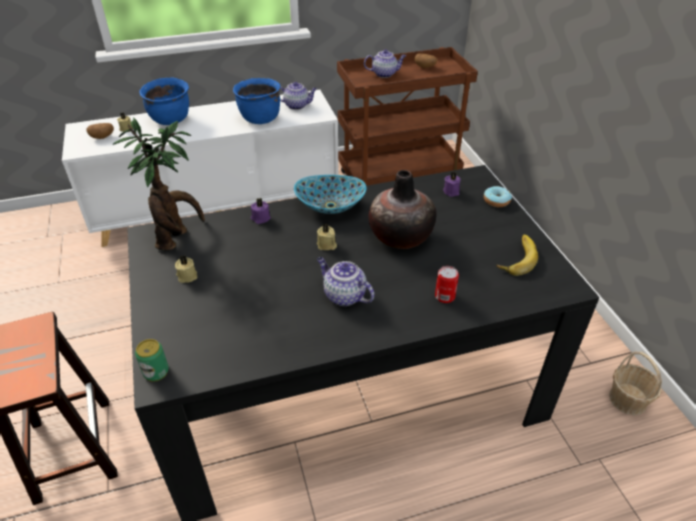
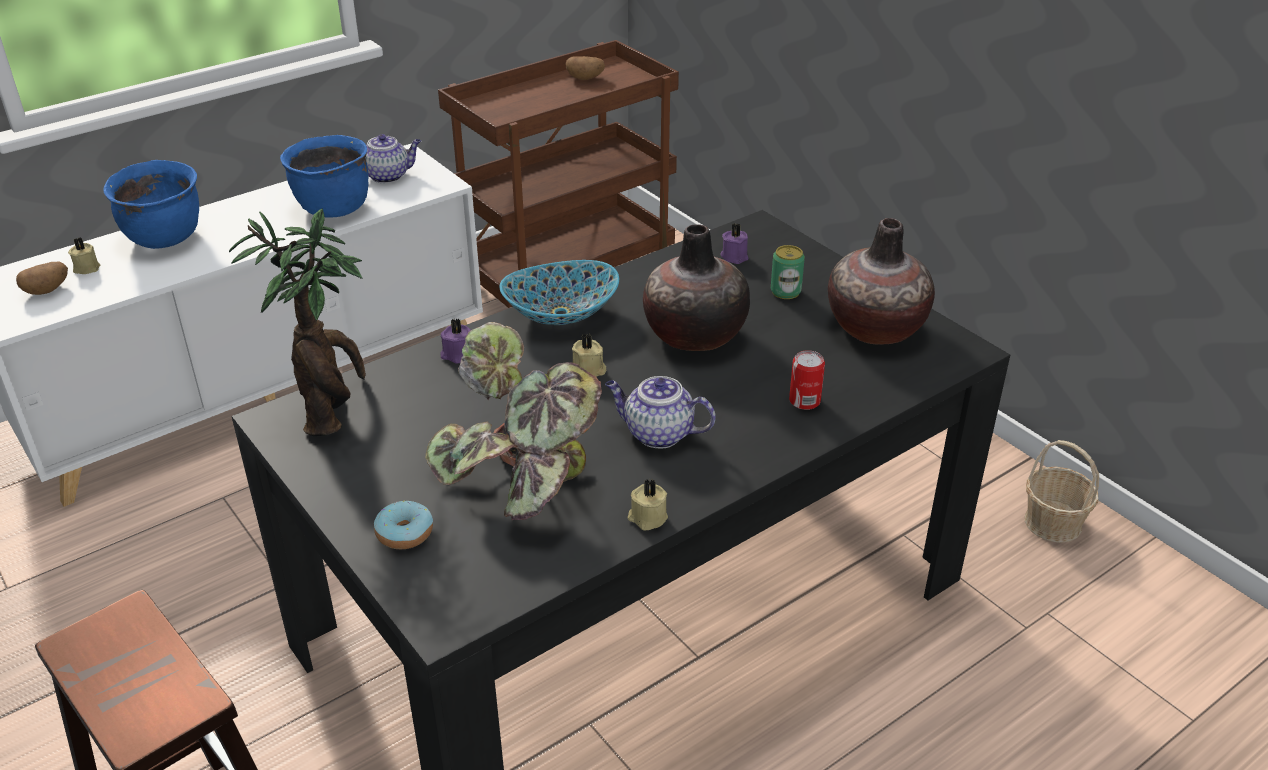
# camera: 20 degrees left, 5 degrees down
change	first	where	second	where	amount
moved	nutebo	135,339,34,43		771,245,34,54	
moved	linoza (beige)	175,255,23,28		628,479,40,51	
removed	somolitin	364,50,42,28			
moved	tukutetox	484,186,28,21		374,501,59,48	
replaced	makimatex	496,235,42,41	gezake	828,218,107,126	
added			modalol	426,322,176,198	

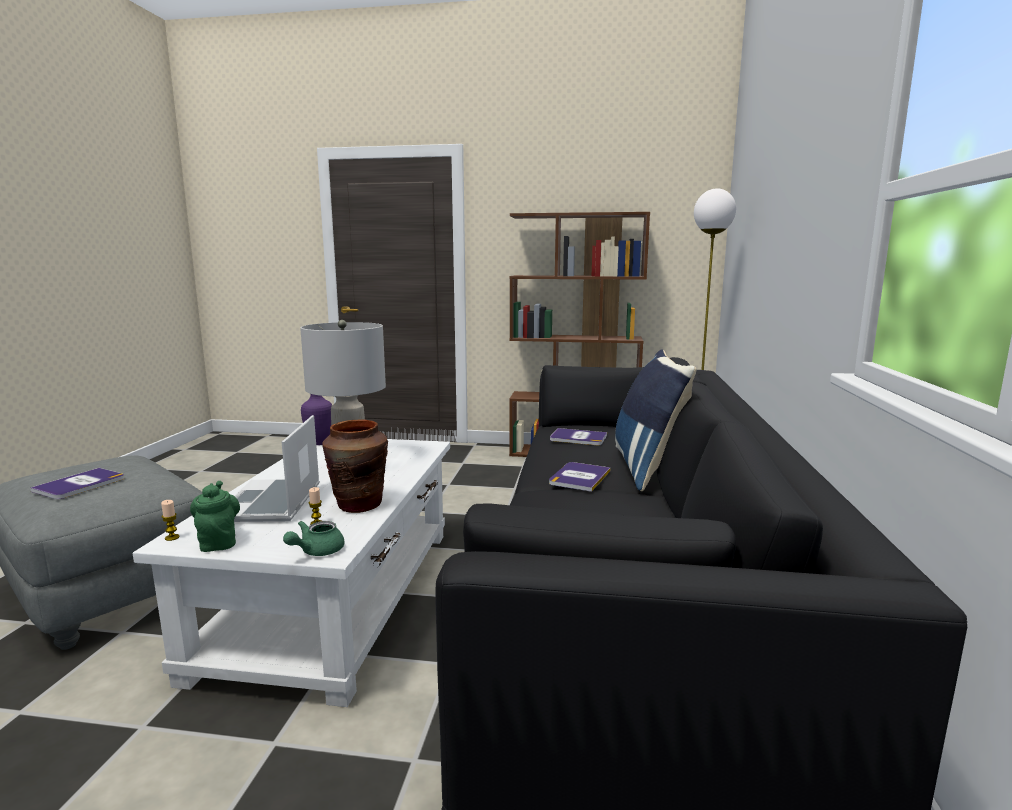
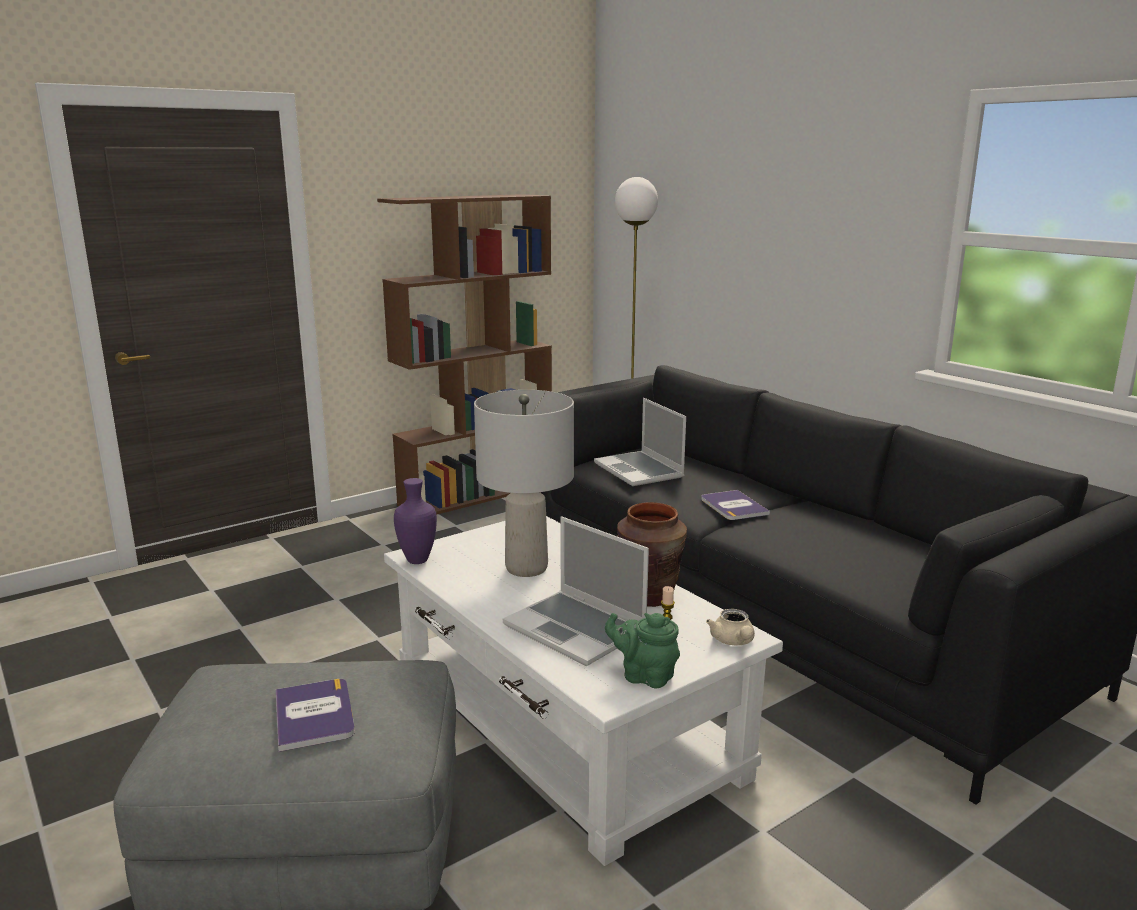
# camera: 45 degrees left, 5 degrees up
change	first	where	second	where	amount
removed	linoza	161,500,19,41			
recoloured	somolitin (green)	283,521,61,35	somolitin (beige)	706,609,49,36	
replaced	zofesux	550,428,57,17	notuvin	594,398,92,88	
removed	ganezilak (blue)	615,349,81,142			

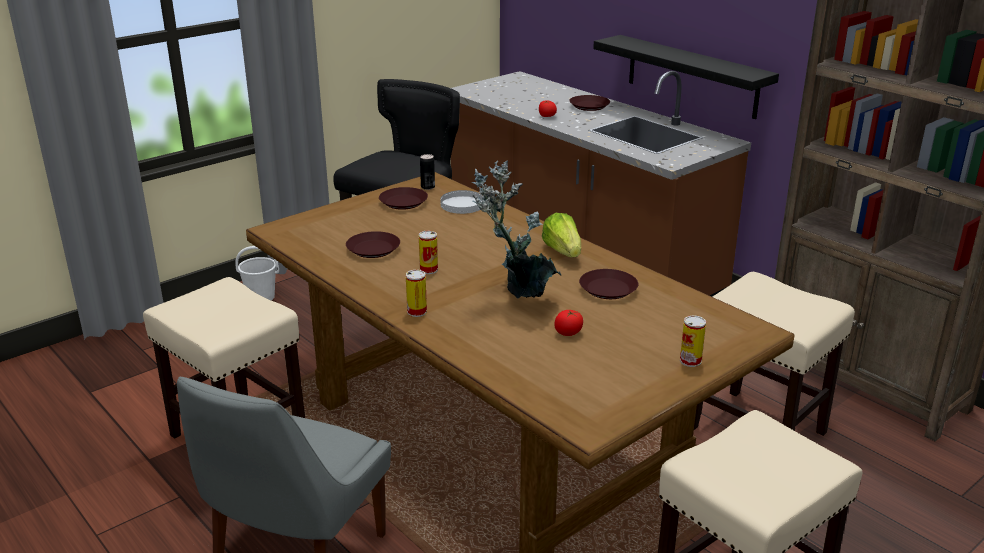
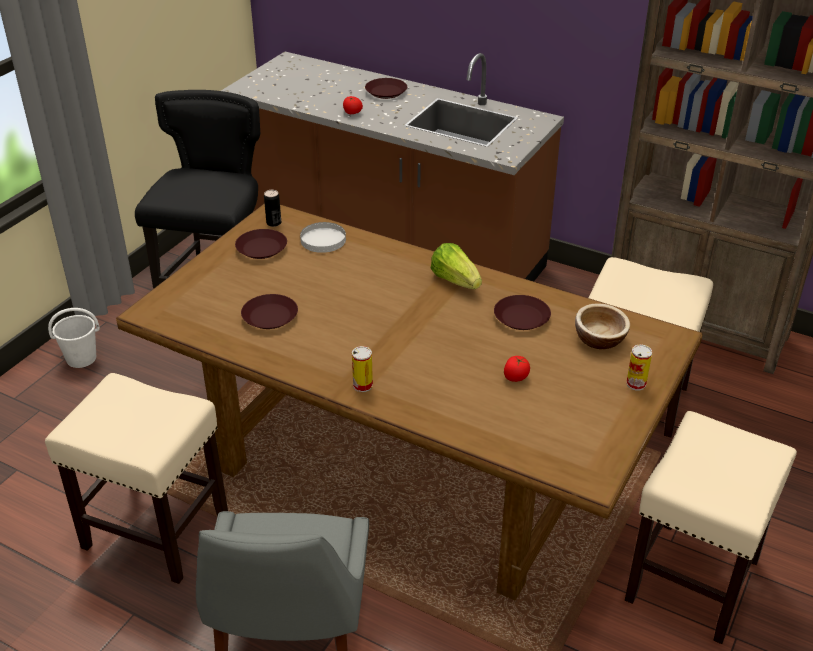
# camera: 20 degrees left, 10 degrees up
change	first	where	second	where	amount
removed	nutebo	419,230,19,44			
removed	modalol	472,160,89,139			
removed	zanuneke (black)	593,35,186,84			
added			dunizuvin	575,303,55,46	

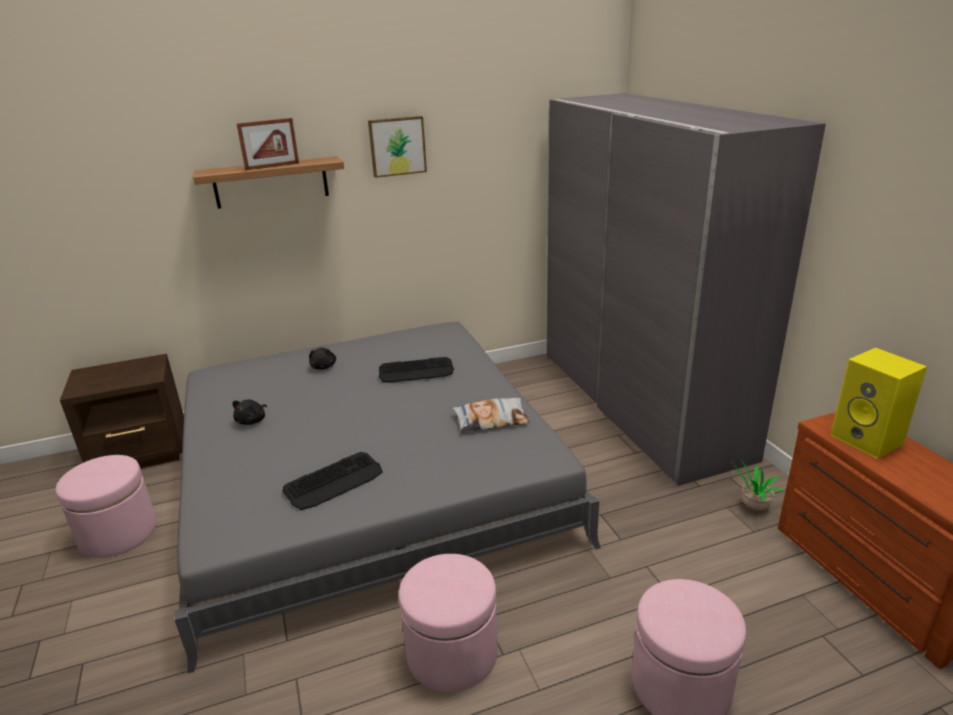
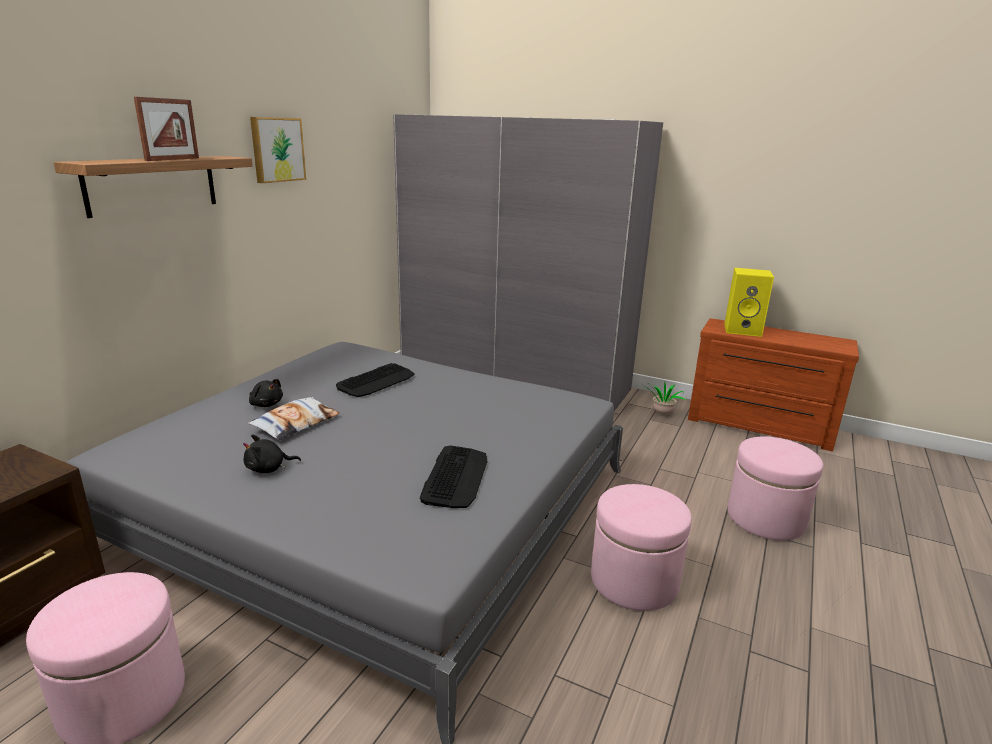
# camera: 45 degrees left, 5 degrees down
change	first	where	second	where	amount
turned	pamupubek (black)	233,399,34,26		243,435,58,38	90 degrees clockwise
moved	ganezilak	453,398,76,34		248,397,92,43	

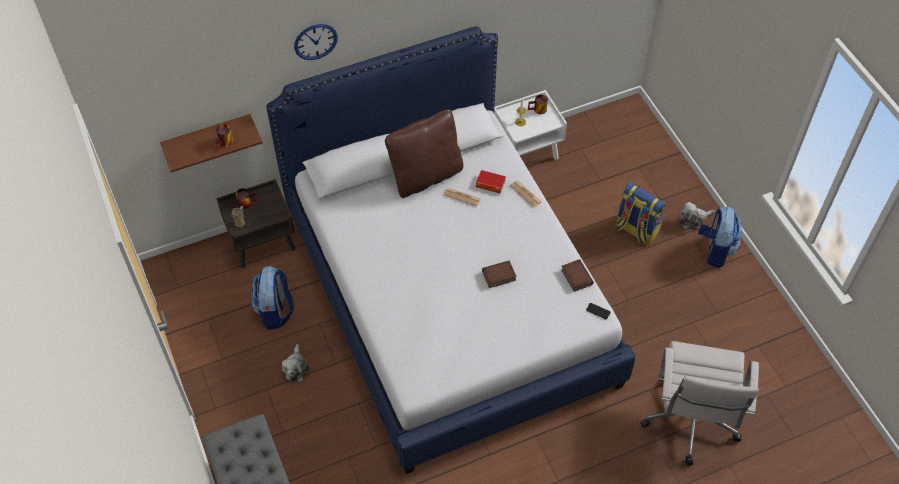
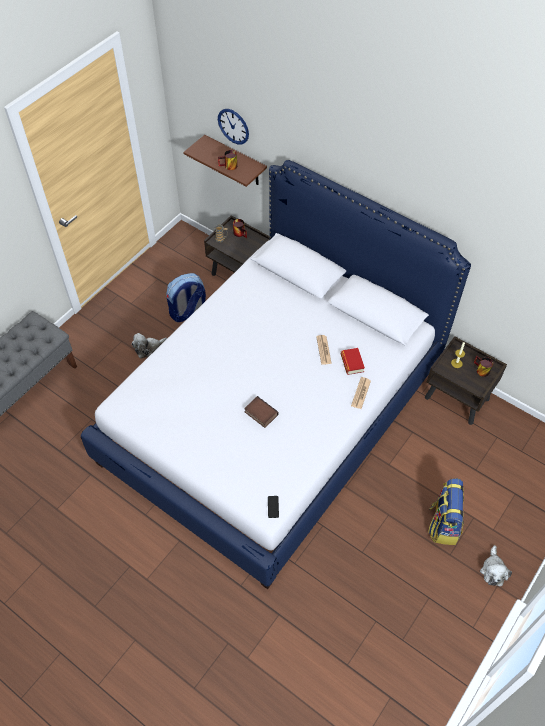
# camera: 60 degrees right, 0 degrees up
change	first	where	second	where	amount
moved	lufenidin	294,24,44,36		218,109,31,35	
removed	ganezilak (brown)	385,109,78,89			
recoloured	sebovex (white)	494,90,73,70	sebovex (brown)	425,336,82,89	
removed	zofesux	561,259,32,33			
removed	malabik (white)	640,341,119,125			
turned	pamupubek	679,202,36,28		480,545,32,41	120 degrees counterclockwise
removed	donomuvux	698,207,44,61			

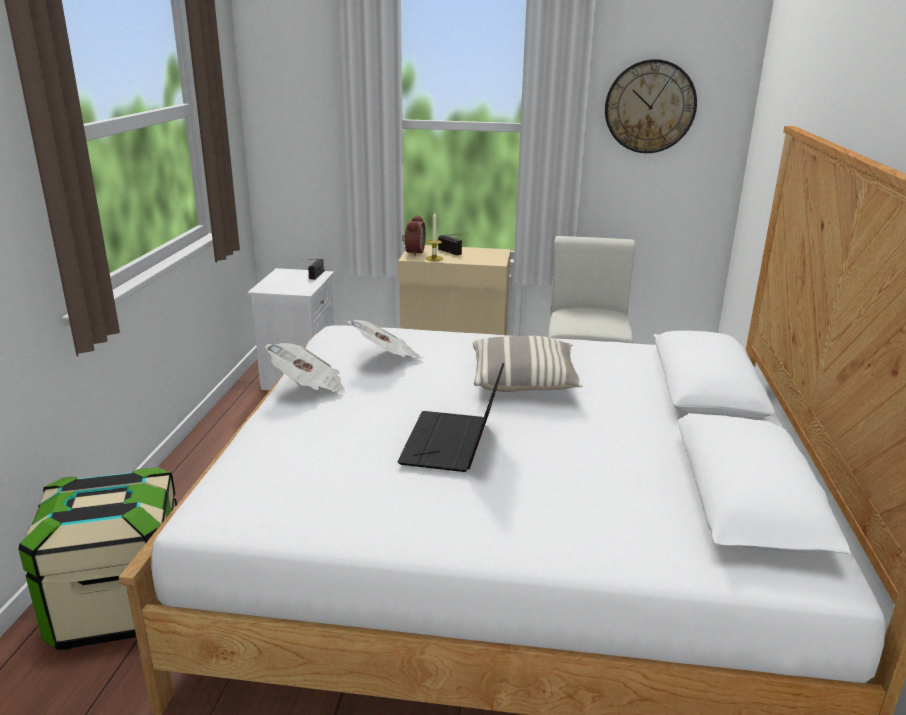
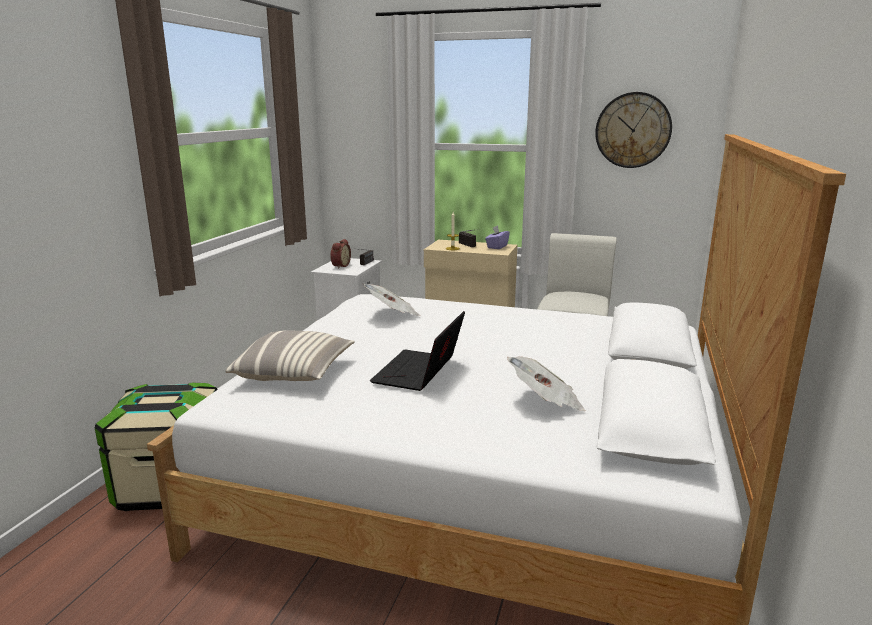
# camera: 10 degrees right, 5 degrees down
change	first	where	second	where	amount
moved	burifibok	265,343,80,50		507,356,79,55	
moved	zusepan	402,215,24,41		330,239,21,30	
moved	ganezilak	473,336,110,56		225,331,130,50	
added			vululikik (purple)	485,225,25,24	

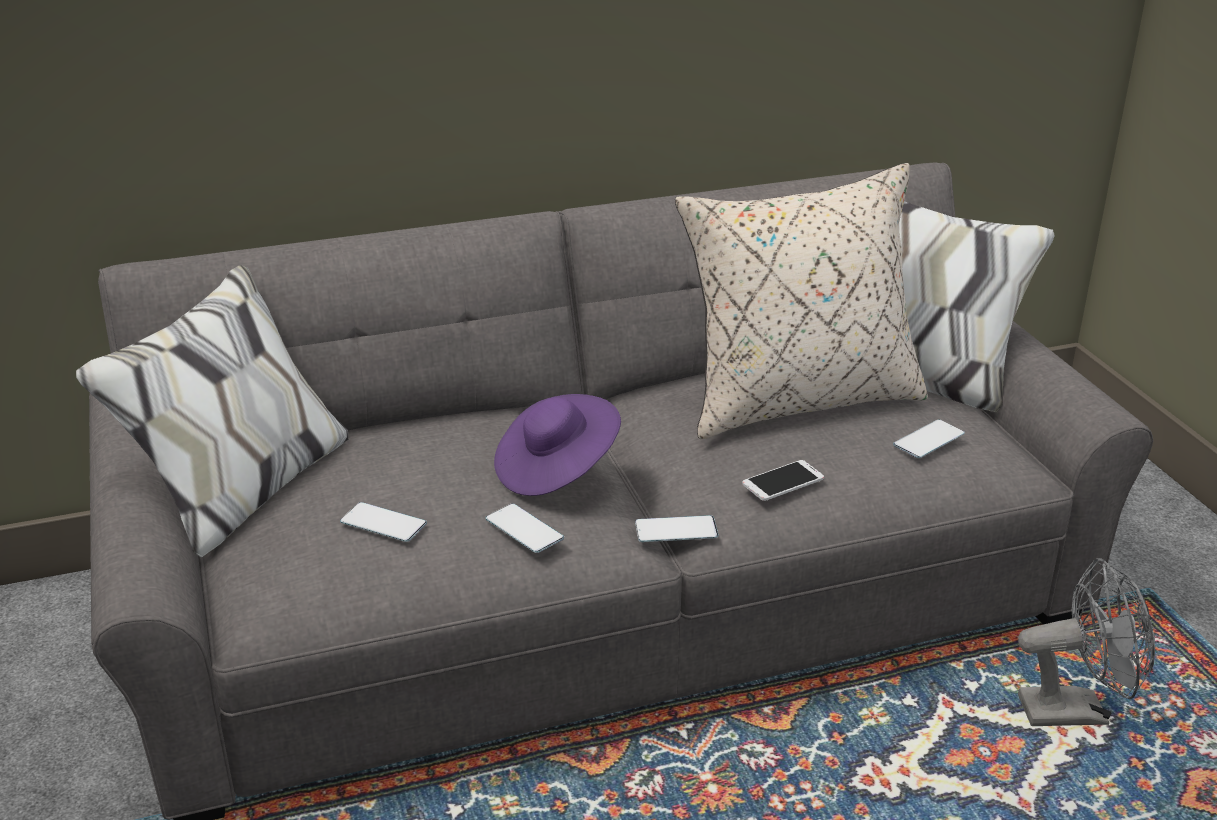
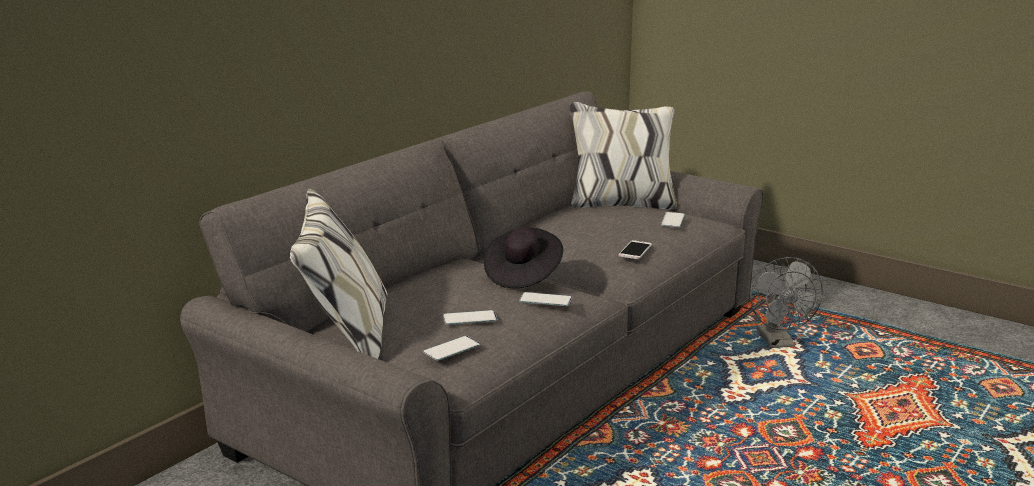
# camera: 35 degrees left, 10 degrees down
change	first	where	second	where	amount
recoloured	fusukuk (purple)	494,394,127,102	fusukuk (black)	484,228,79,60	
moved	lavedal	635,515,84,27		423,336,58,25	
removed	ganezilak (beige)	675,163,253,276			
turned	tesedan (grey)	1018,558,137,168		750,257,73,91	120 degrees clockwise

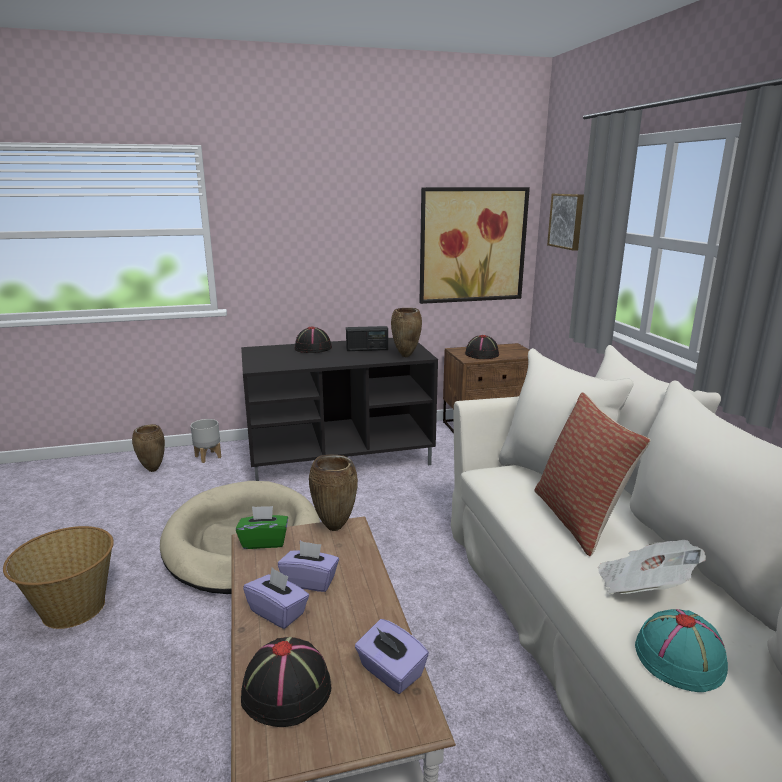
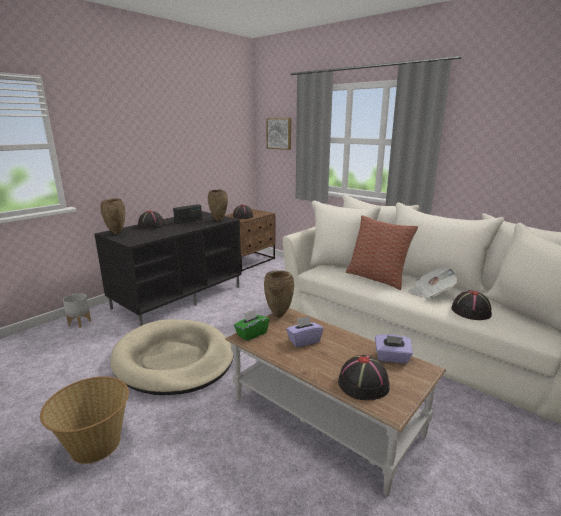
# camera: 35 degrees left, 0 degrees up
change	first	where	second	where	amount
moved	gezake (brown)	132,424,33,48		100,199,25,35	
removed	vululikik (purple)	243,568,66,61			
removed	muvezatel	419,187,111,117			
recoloured	fusukuk (turquoise)	635,609,93,83	fusukuk (black)	451,290,41,30	

